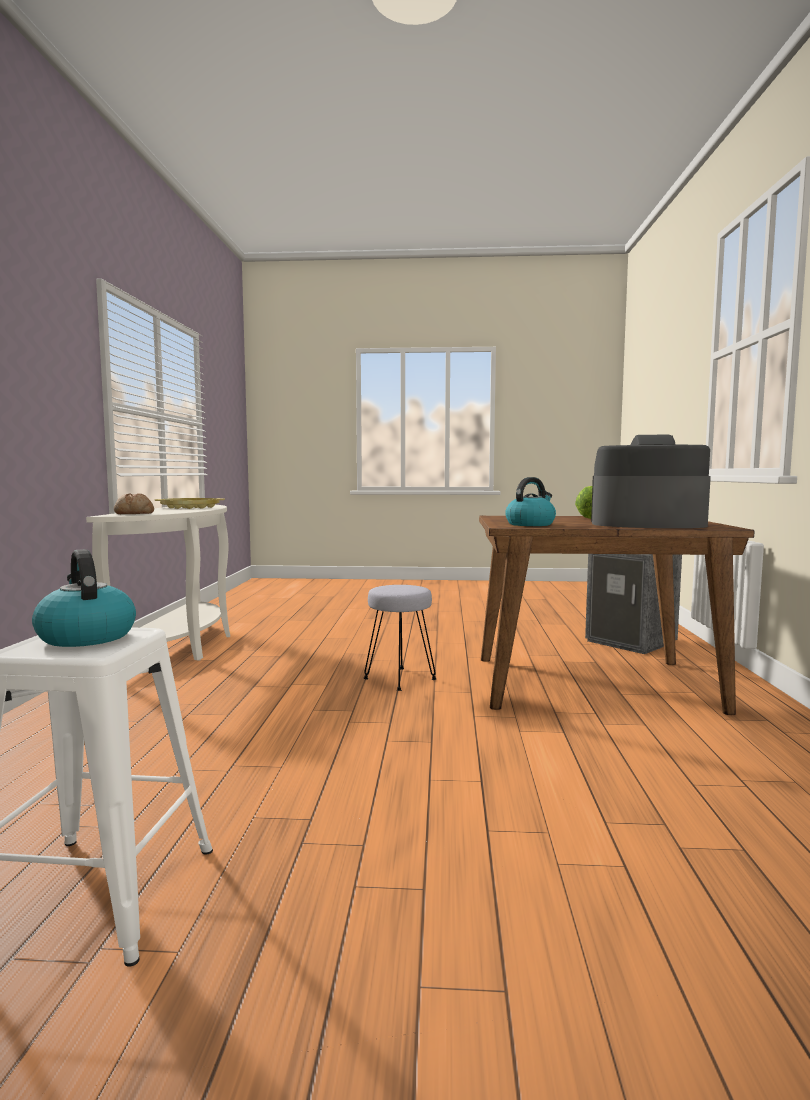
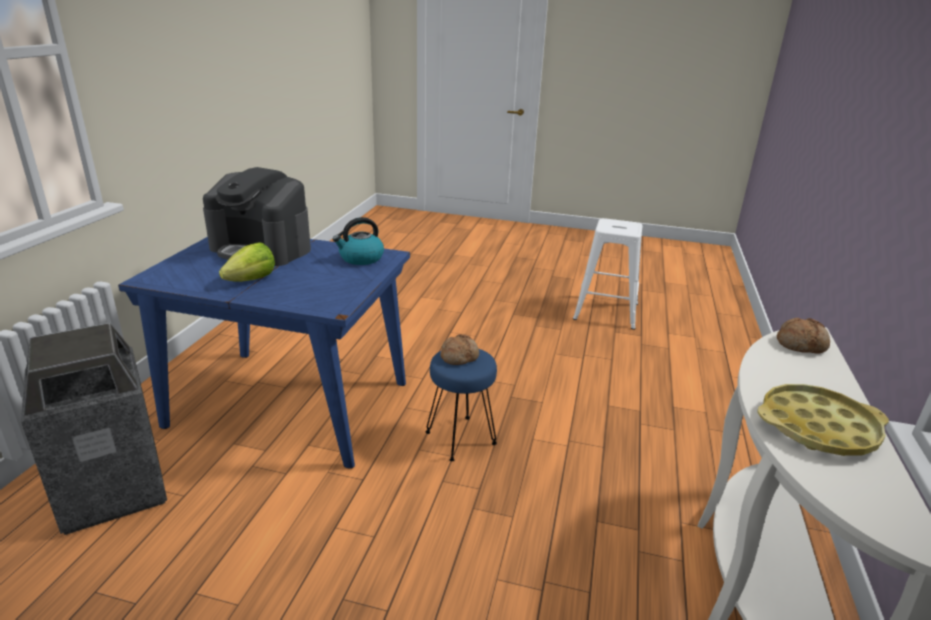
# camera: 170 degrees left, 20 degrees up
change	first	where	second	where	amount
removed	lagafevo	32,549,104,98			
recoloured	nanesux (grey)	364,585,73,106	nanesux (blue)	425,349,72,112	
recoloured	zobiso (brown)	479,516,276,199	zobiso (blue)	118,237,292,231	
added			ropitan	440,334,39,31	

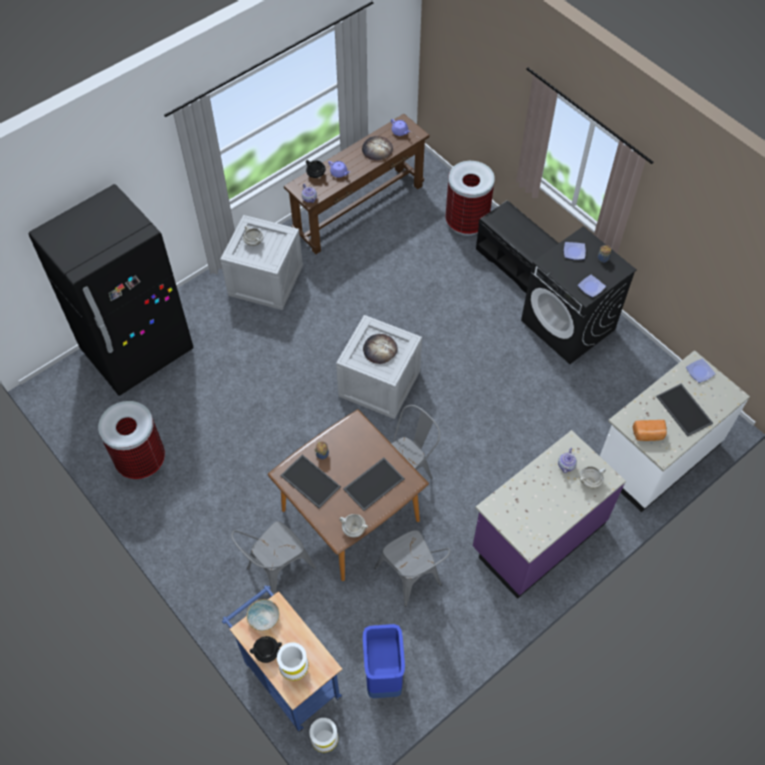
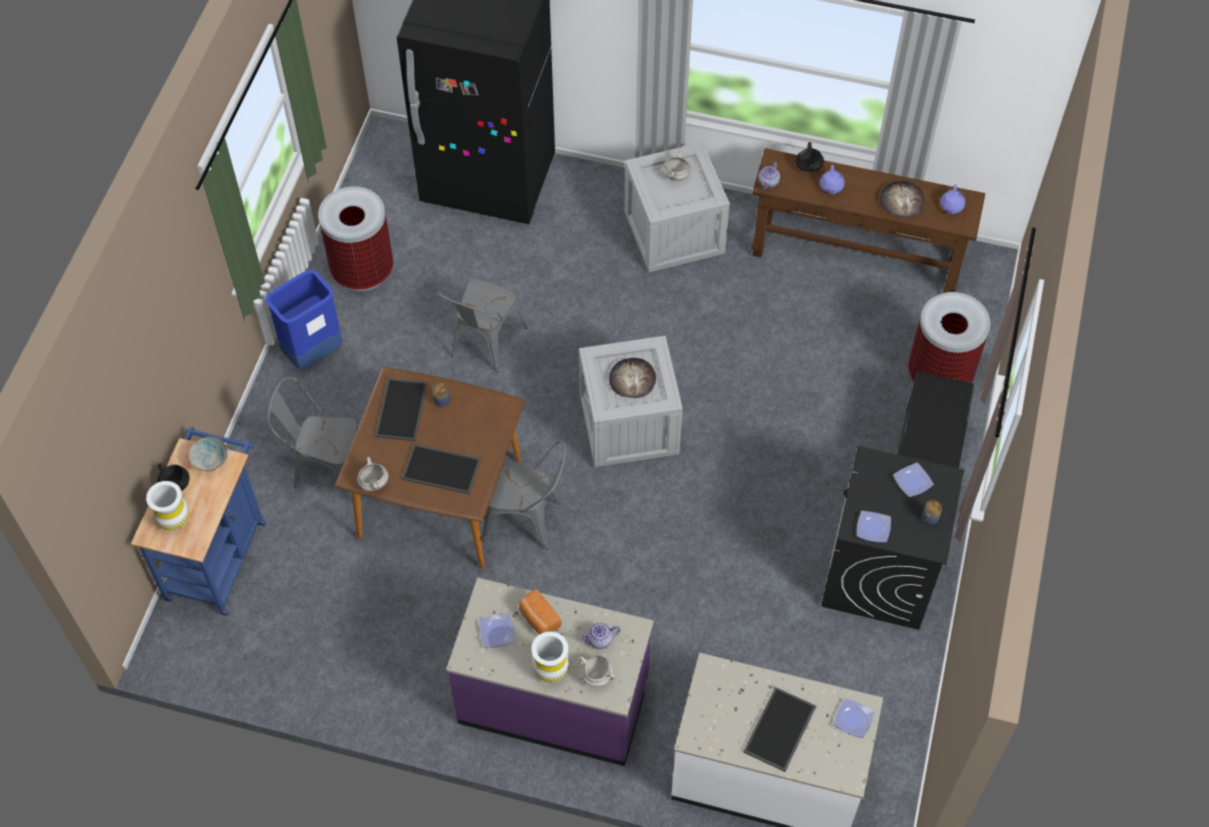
# camera: 55 degrees right, 0 degrees up
change	first	where	second	where	amount
moved	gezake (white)	309,718,29,35		531,632,39,50	
moved	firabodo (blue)	363,624,42,74		265,270,78,99	
moved	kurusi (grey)	374,530,76,77		438,280,90,93	
moved	ropitan	633,420,34,21		519,589,43,46	
added			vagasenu	479,614,36,33	

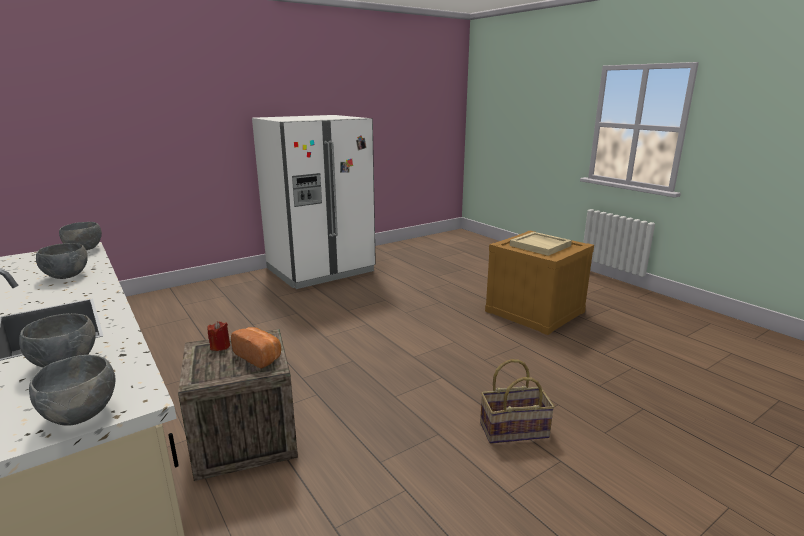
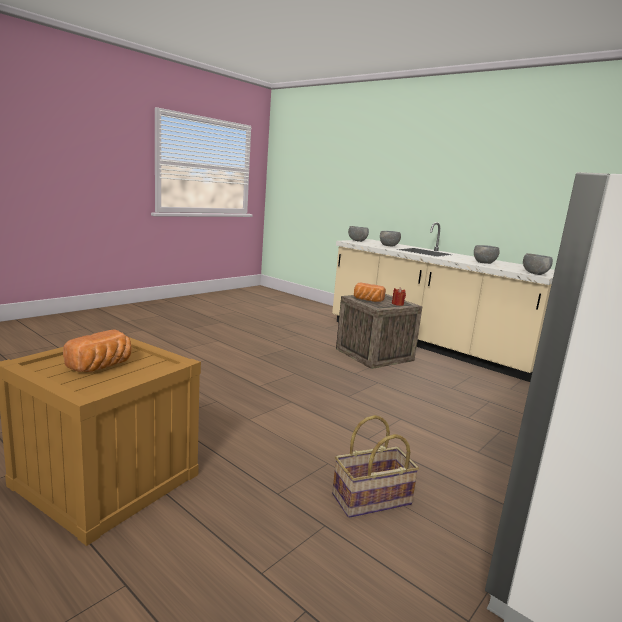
# camera: 165 degrees right, 5 degrees down
change	first	where	second	where	amount
moved	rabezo	480,359,75,85		332,415,87,103	
replaced	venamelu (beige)	510,232,62,24	ropitan	63,329,69,43	

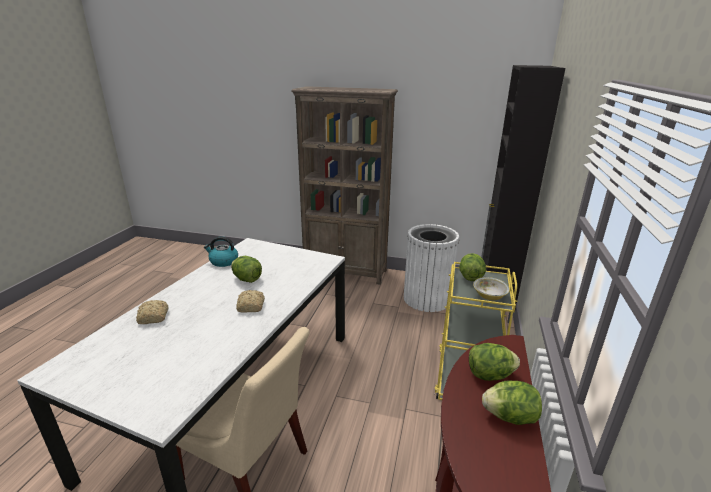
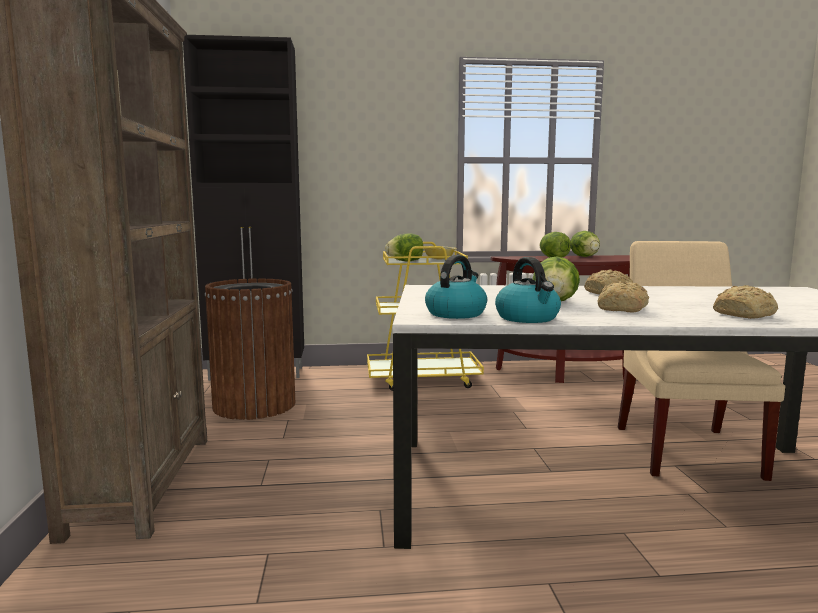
# camera: 110 degrees left, 15 degrees down
change	first	where	second	where	amount
recoloured	firabodo (white)	404,224,55,88	firabodo (brown)	205,278,90,142	
added			lagafevo	425,255,62,64	
added			ropitan	598,281,51,31	

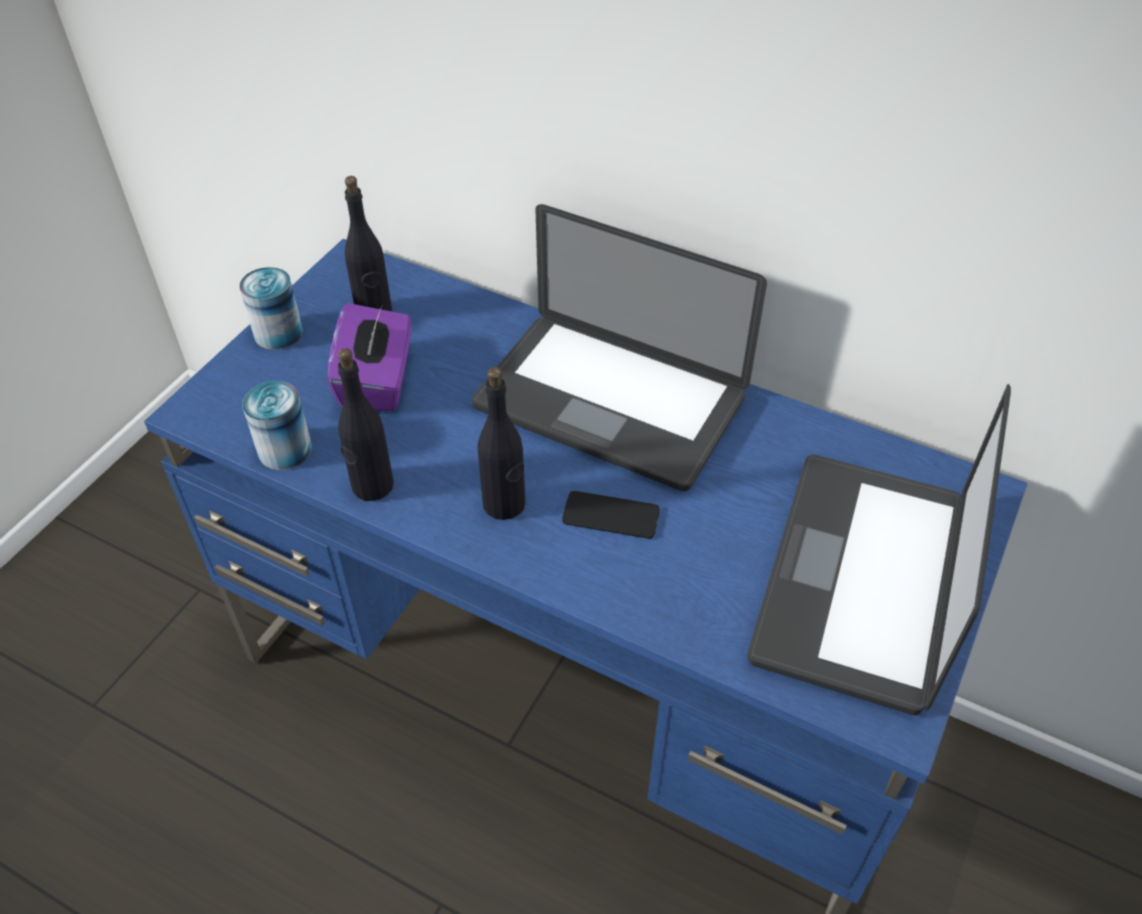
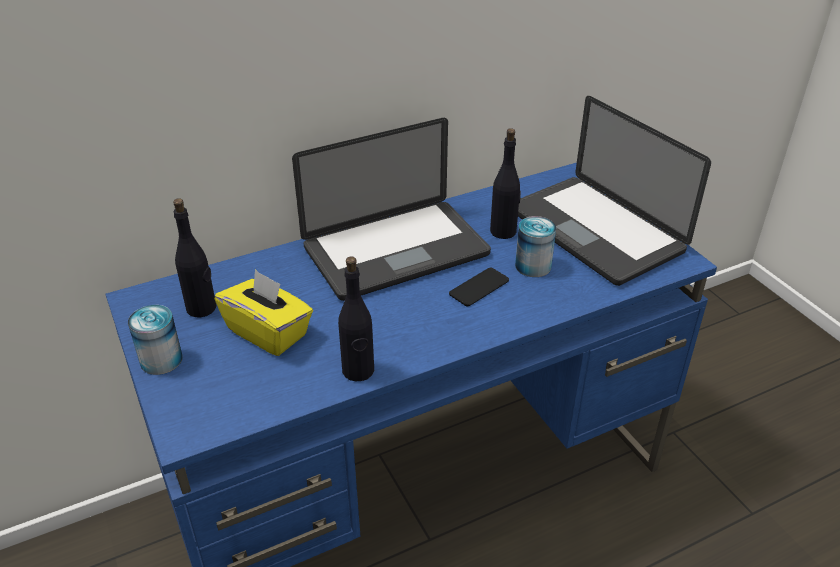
# camera: 55 degrees left, 10 degrees down
change	first	where	second	where	amount
moved	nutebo	242,381,70,89		515,216,41,61	
recoloured	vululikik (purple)	327,303,84,108	vululikik (yellow)	215,269,98,87	
moved	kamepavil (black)	478,367,48,153		490,128,31,111	

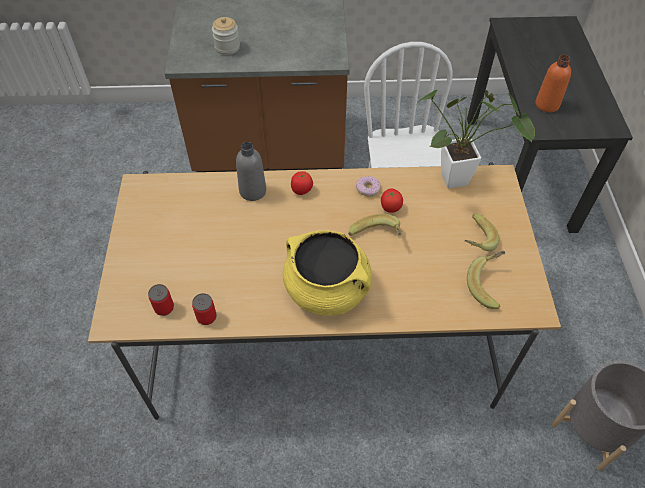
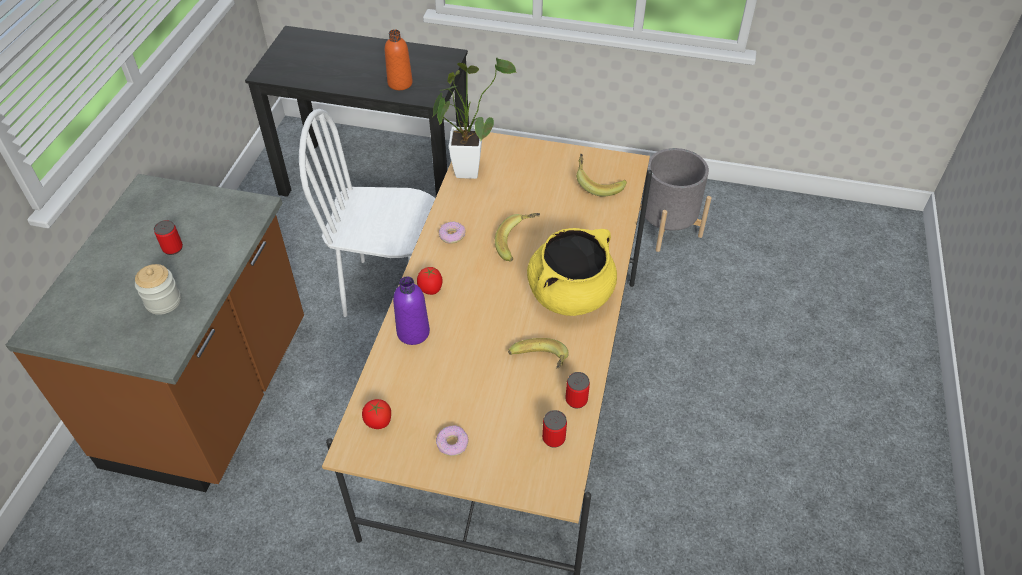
# camera: 75 degrees left, 5 degrees down
change	first	where	second	where	amount
recoloured	kamepavil (grey)	236,142,30,59	kamepavil (purple)	393,277,37,68	
moved	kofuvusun	381,189,22,24		362,399,29,30	
moved	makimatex	464,214,36,37		508,338,61,31	
added			nutebo	154,220,29,35	
added			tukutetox	436,425,33,31	

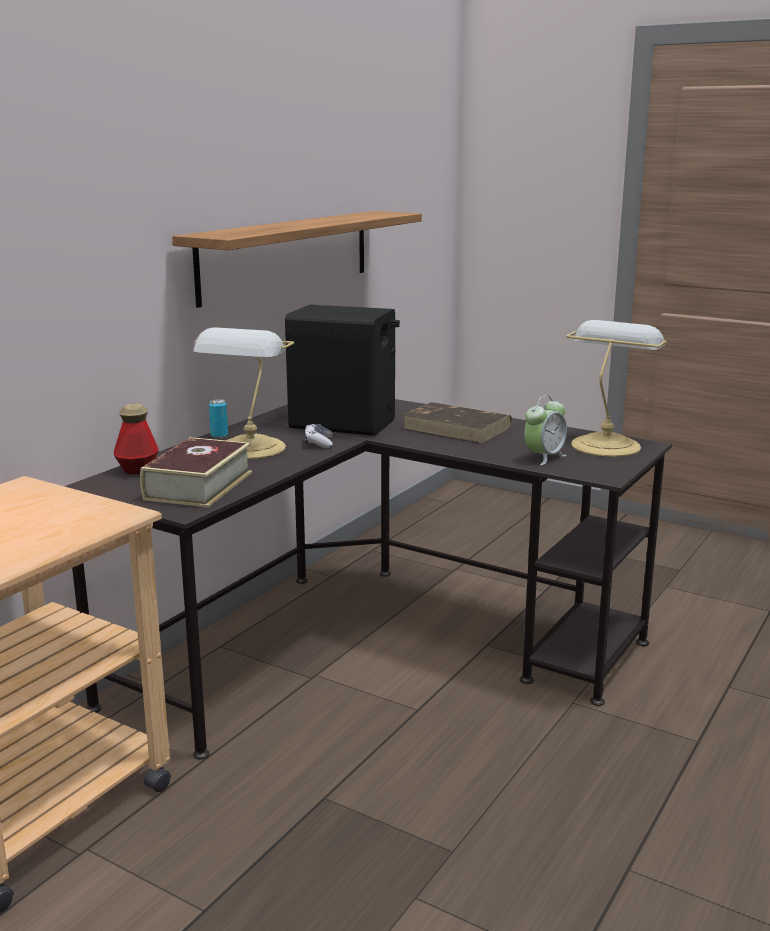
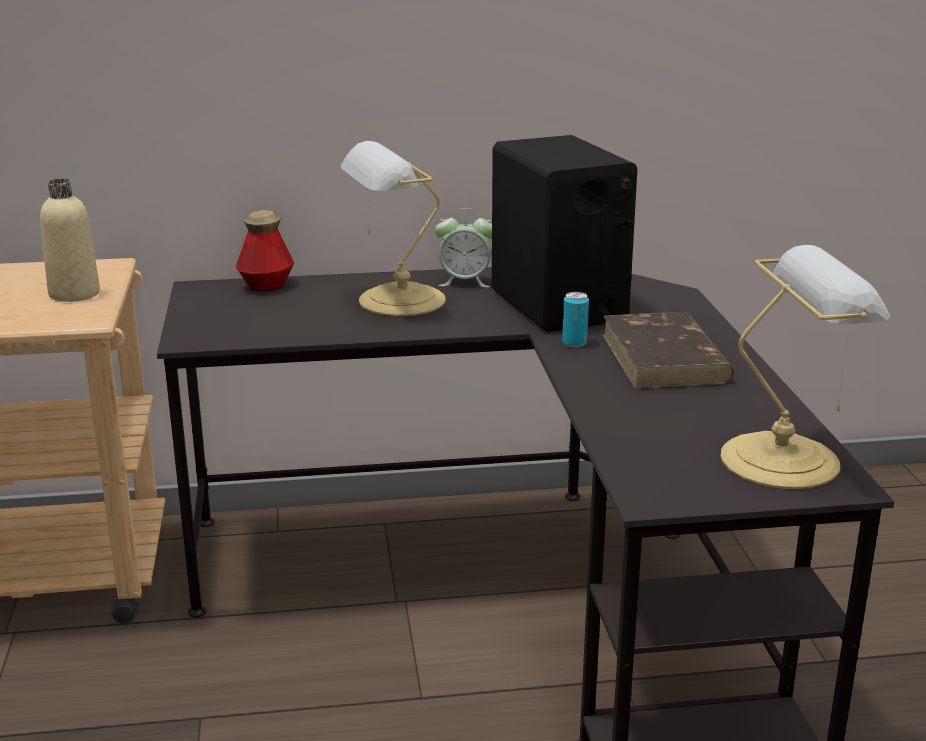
# camera: 50 degrees right, 5 degrees up
change	first	where	second	where	amount
removed	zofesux	140,437,112,71			
removed	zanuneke	172,211,250,97			
moved	nutebo	209,399,19,39		562,292,27,55	
removed	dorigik	305,424,28,25			
moved	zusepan	524,395,43,70		435,208,57,79	
added			kamepavil (beige)	40,178,60,124	

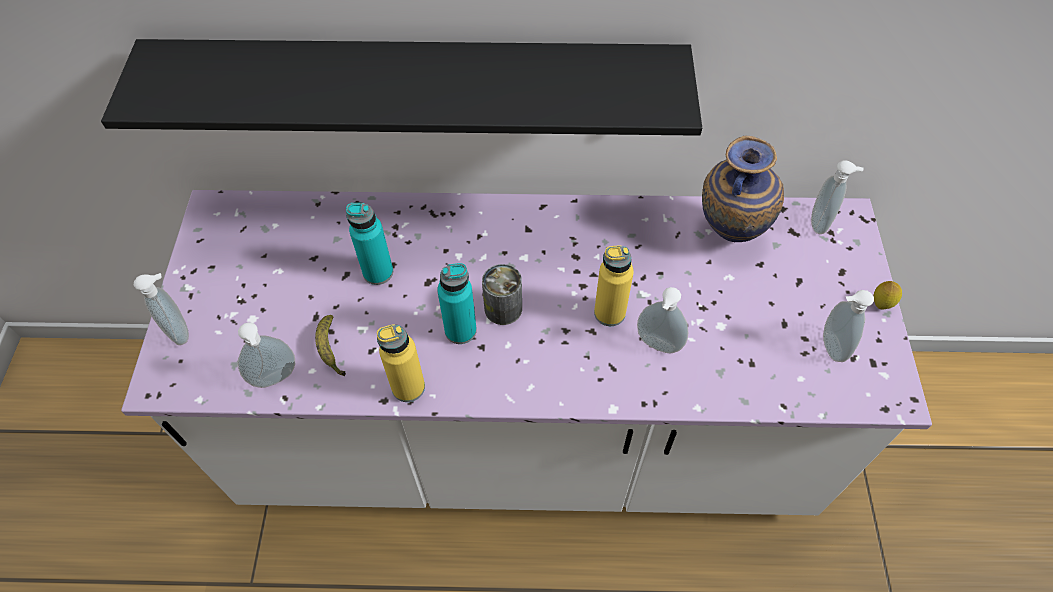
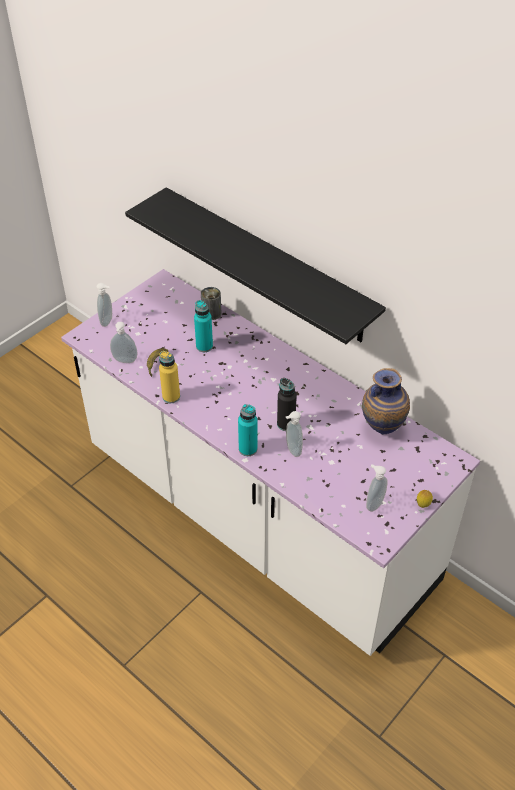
# camera: 40 degrees right, 10 degrees down
change	first	where	second	where	amount
moved	kamepavil (turquoise)	437,263,40,81		238,404,19,52	
moved	nutebo	482,264,40,61		201,287,21,33	
recoloured	kamepavil (yellow)	594,245,40,81	kamepavil (black)	277,378,20,53	
removed	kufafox	811,160,52,74			

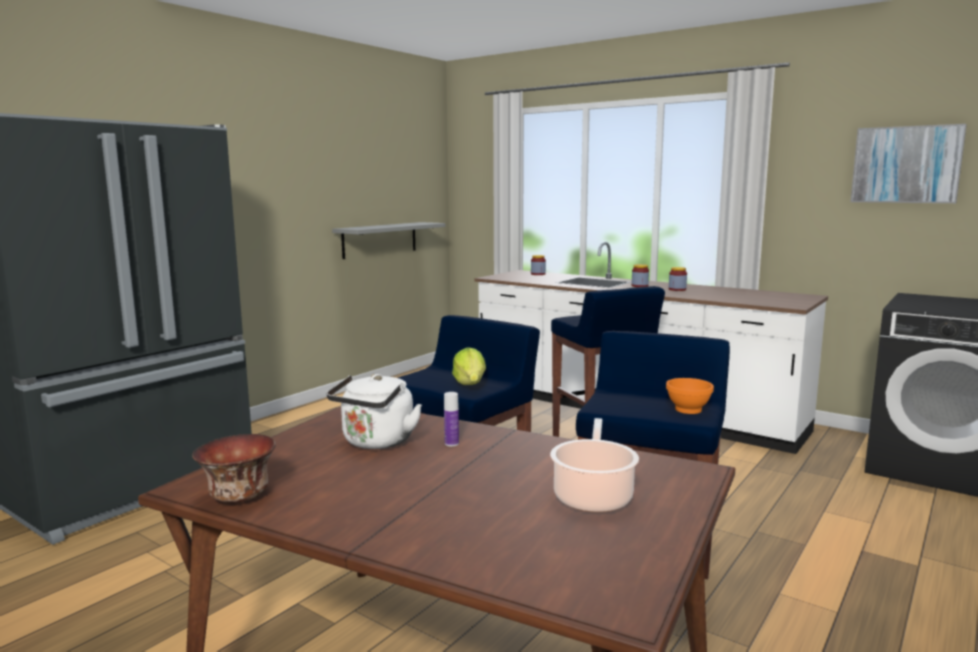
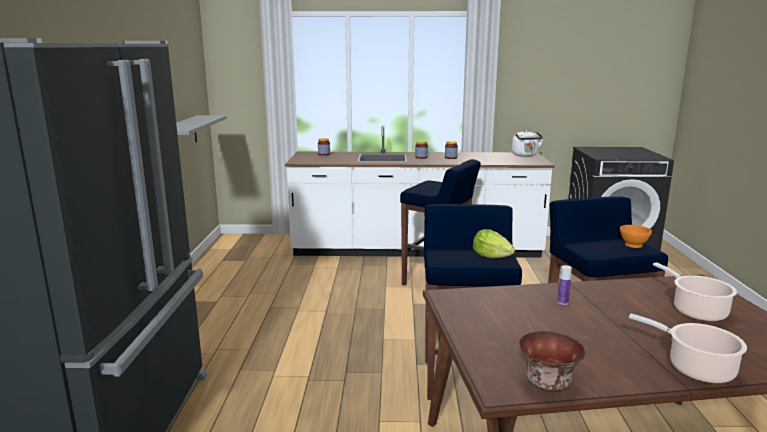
# camera: 35 degrees left, 5 degrees up
change	first	where	second	where	amount
moved	lagafevo (white)	327,374,95,75		512,130,31,27	
removed	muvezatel	850,124,117,79			
added			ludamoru	629,314,118,69	

